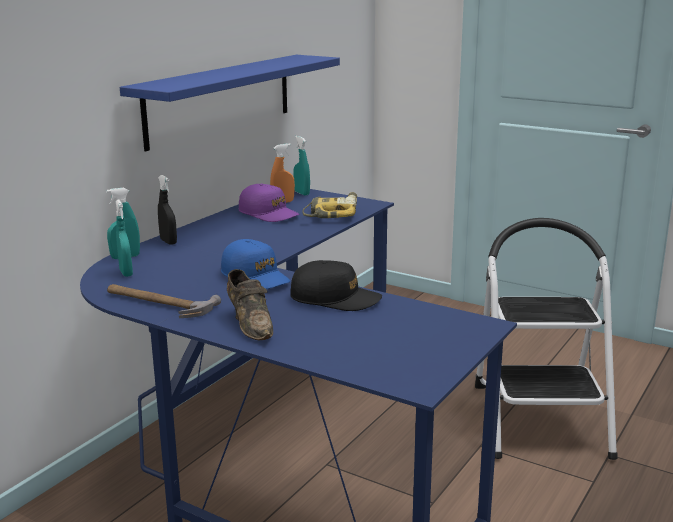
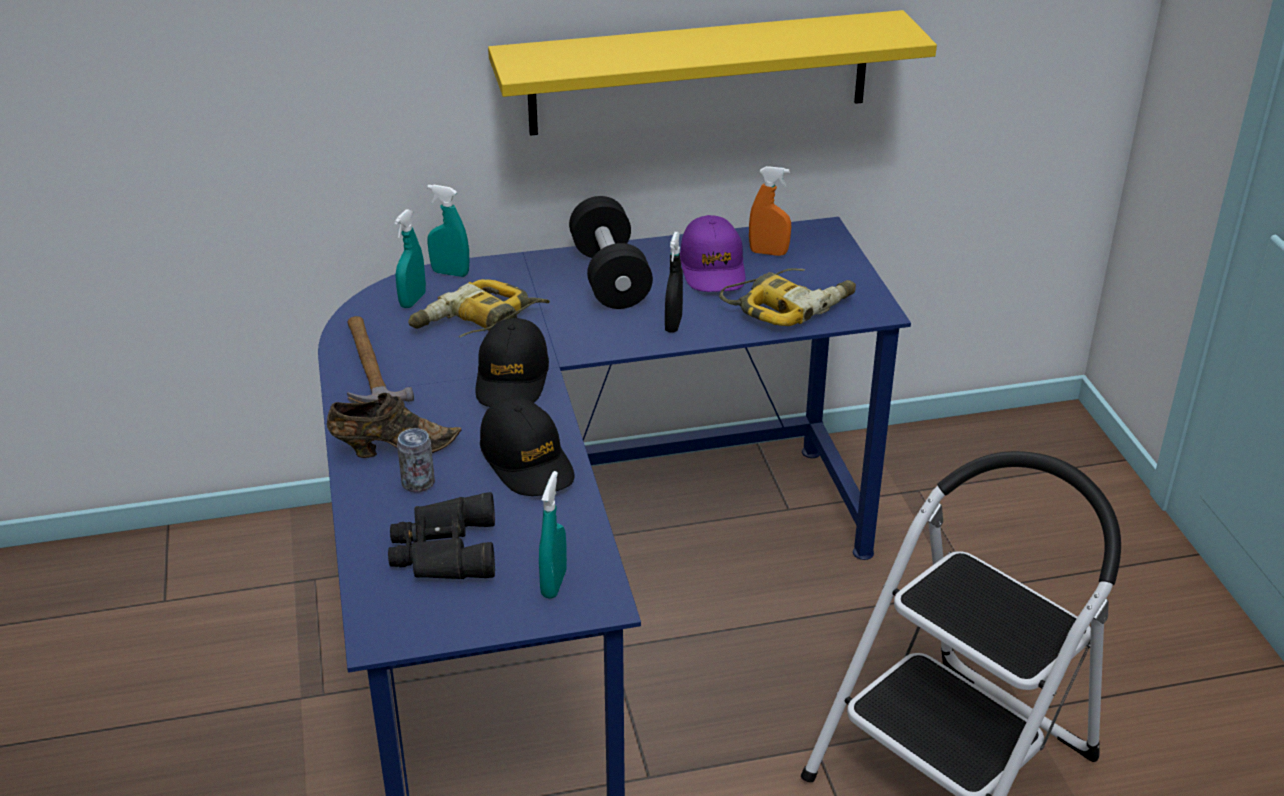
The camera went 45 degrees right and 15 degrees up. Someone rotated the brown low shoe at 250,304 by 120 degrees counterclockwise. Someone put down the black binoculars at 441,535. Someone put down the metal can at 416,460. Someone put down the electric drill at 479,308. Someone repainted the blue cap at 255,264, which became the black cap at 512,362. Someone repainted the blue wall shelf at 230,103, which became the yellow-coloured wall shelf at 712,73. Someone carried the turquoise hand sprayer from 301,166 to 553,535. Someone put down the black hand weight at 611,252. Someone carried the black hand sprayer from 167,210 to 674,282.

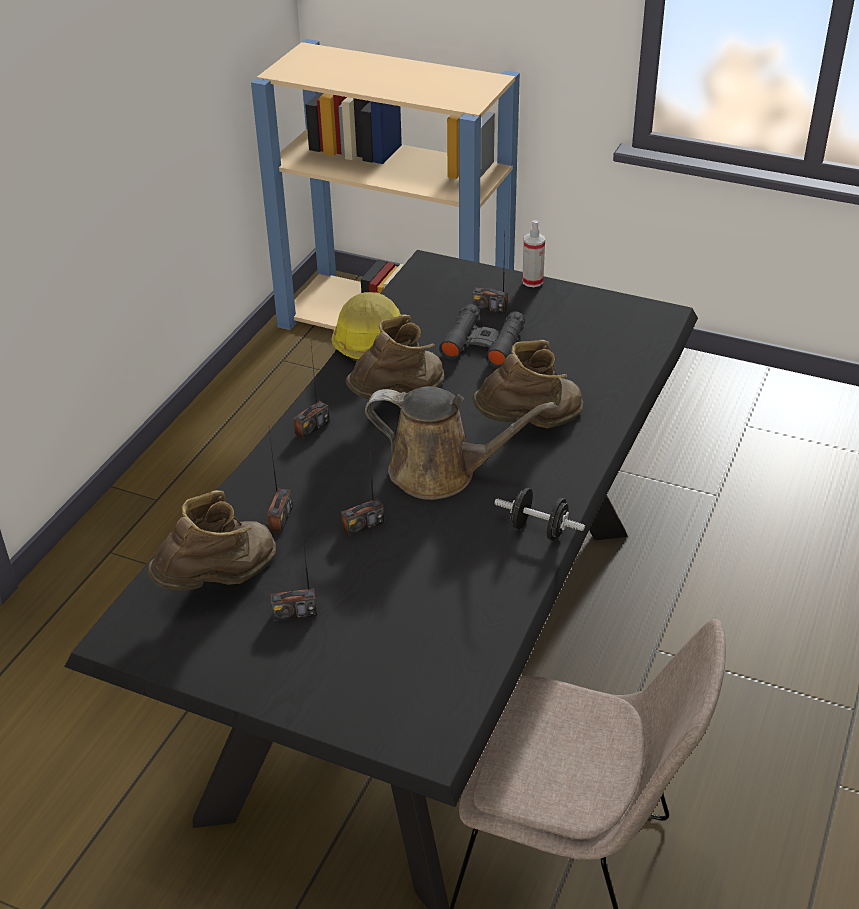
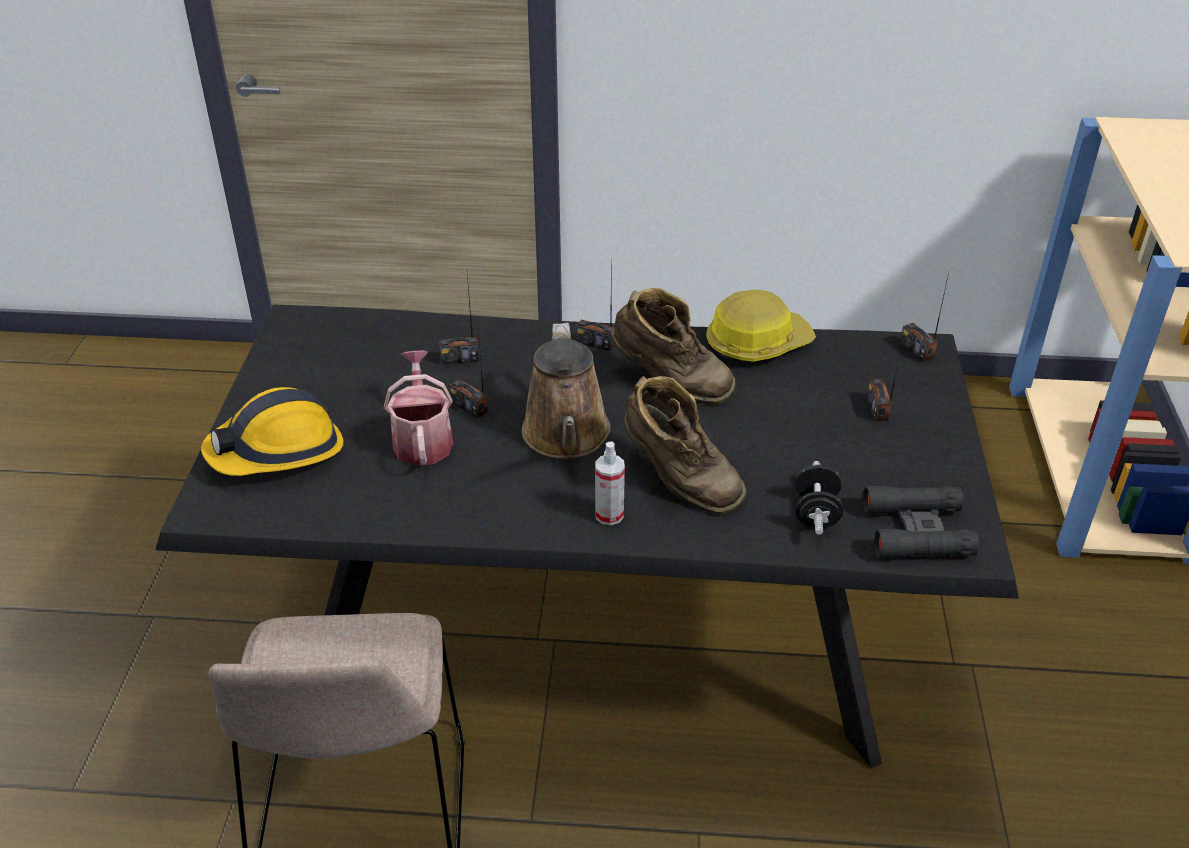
The camera went 70 degrees right and 0 degrees up. Someone put down the safety helmet at 272,431. Someone put down the watering can at 418,408. Someone carried the hand sprayer from 533,253 to 610,483. Someone carried the black hand weight from 539,514 to 819,498. Someone carried the black binoculars from 482,336 to 921,522. Someone carried the radio receiver from 294,571 to 924,317. Someone took away the brown tall boot at 211,540.

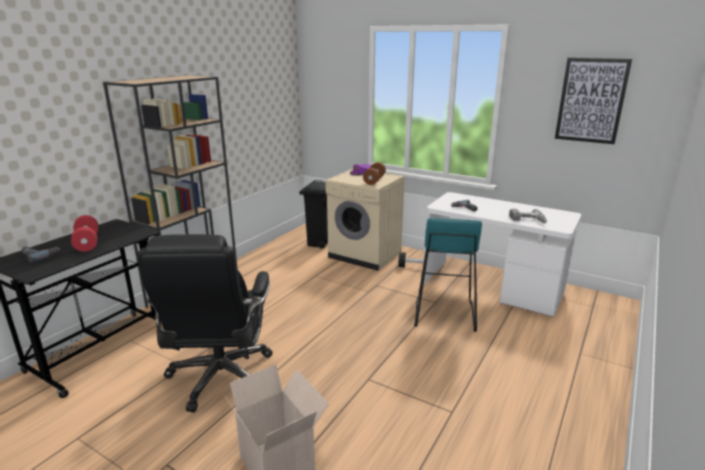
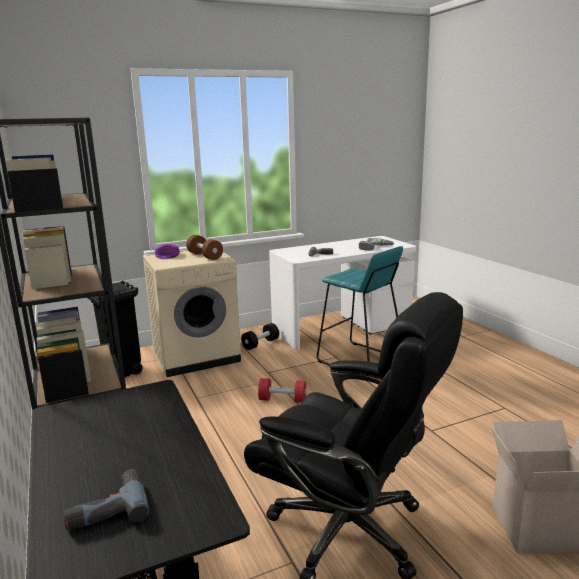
The camera went 55 degrees left and 5 degrees down. Someone carried the red hand weight from 84,233 to 282,390. Someone took away the picture at 593,101.

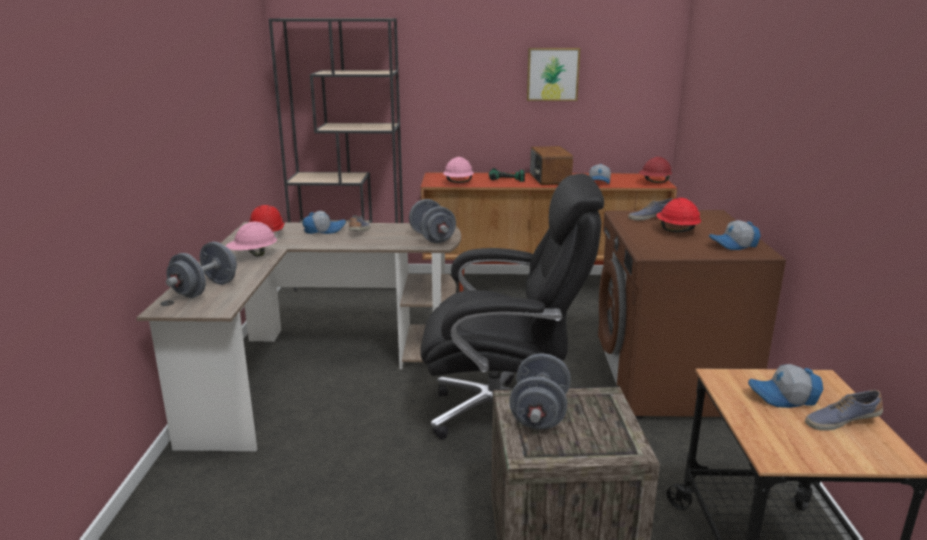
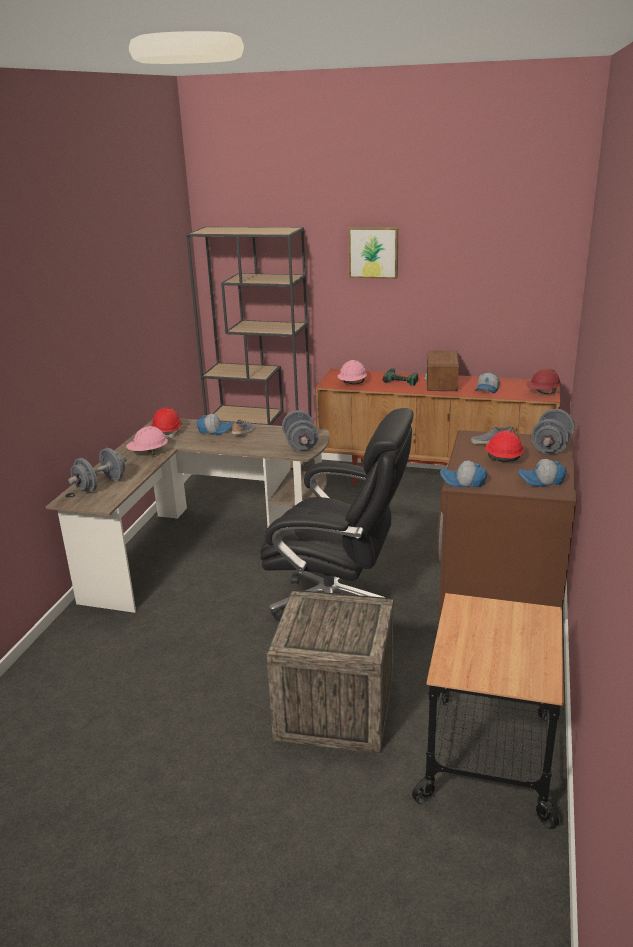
The camera went 15 degrees right and 5 degrees up. Someone carried the picture from 553,74 to 373,253. Someone carried the cap from 785,386 to 464,473. Someone carried the greyish hand weight from 540,392 to 553,431. Someone took away the low shoe at 844,410.

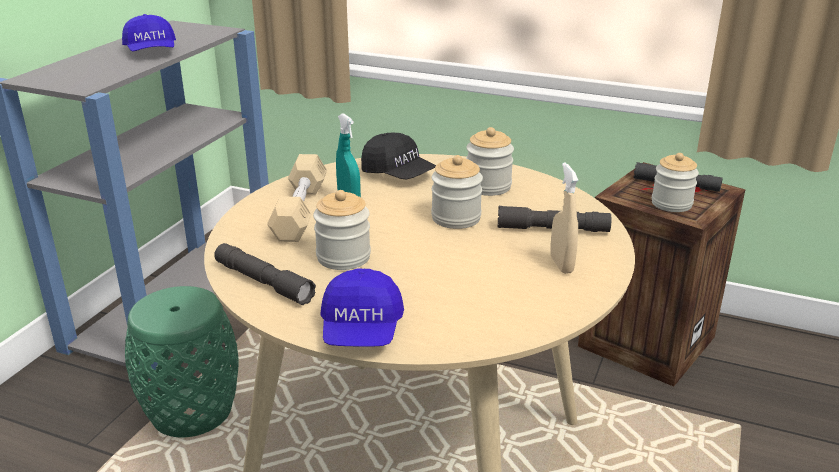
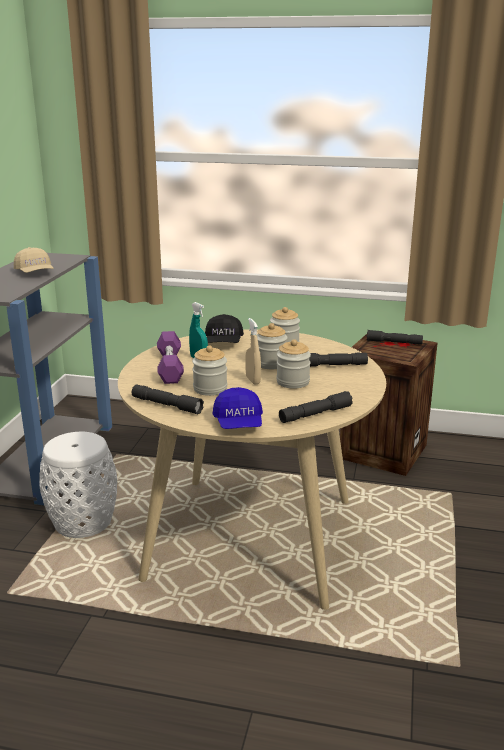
The camera went 10 degrees left and 5 degrees down. Someone repainted the blue cap at 149,32, which became the sand-coloured cap at 33,260. Someone repainted the green sitting stool at 181,361, which became the whitish sitting stool at 78,485. Someone repainted the sand-coloured hand weight at 297,198, which became the purple hand weight at 170,357. Someone rotated the black cap at 398,156 by 60 degrees clockwise. Someone carried the sand-coloured hand sprayer from 564,218 to 253,351. Someone carried the jar from 675,182 to 293,364. Someone put down the greyish hand torch at 316,407.

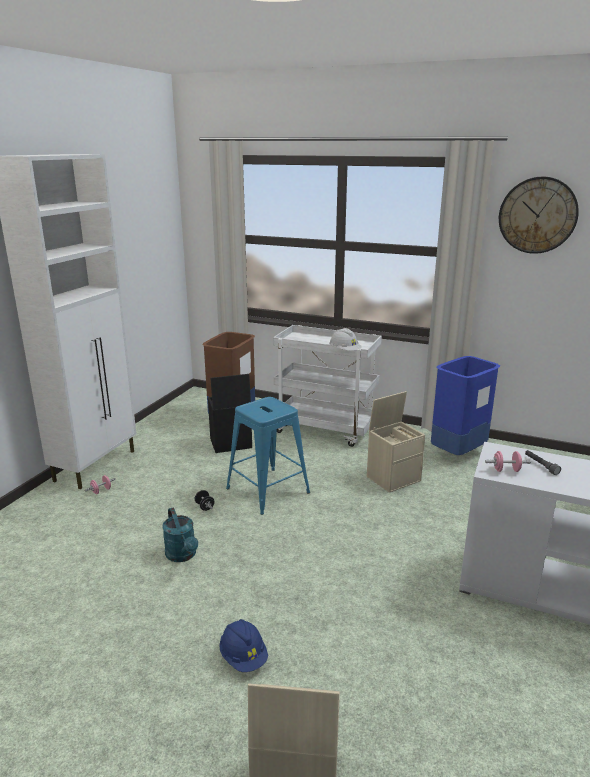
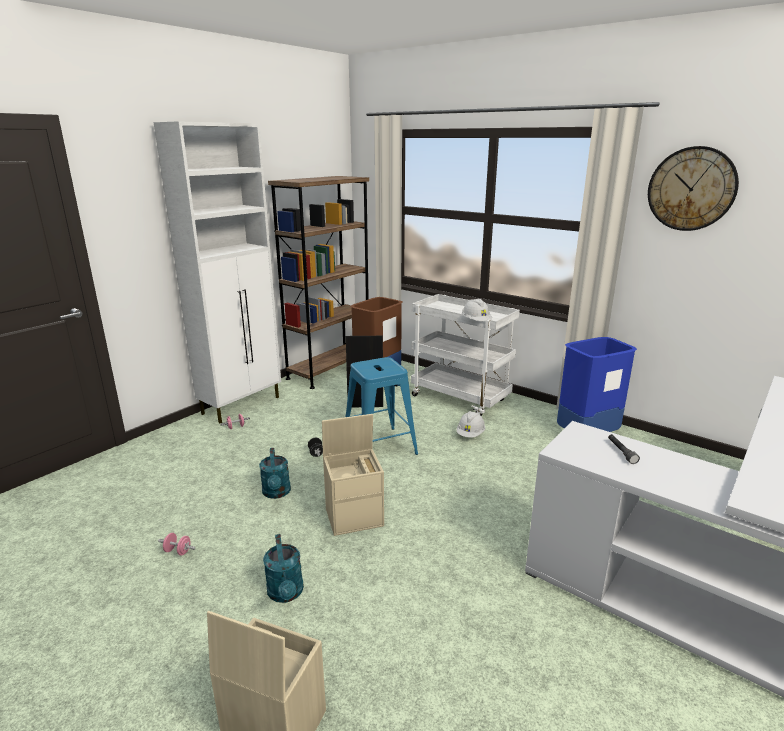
The camera went 15 degrees right and 0 degrees up. Someone carried the pink hand weight from 508,461 to 176,544. Someone swapped the blue safety helmet at 243,645 for the turquoise watering can at 283,568. Someone put down the brown bookcase at 318,282. Someone carried the sand-coloured storage box from 396,442 to 353,475. Someone put down the whitish safety helmet at 471,424.

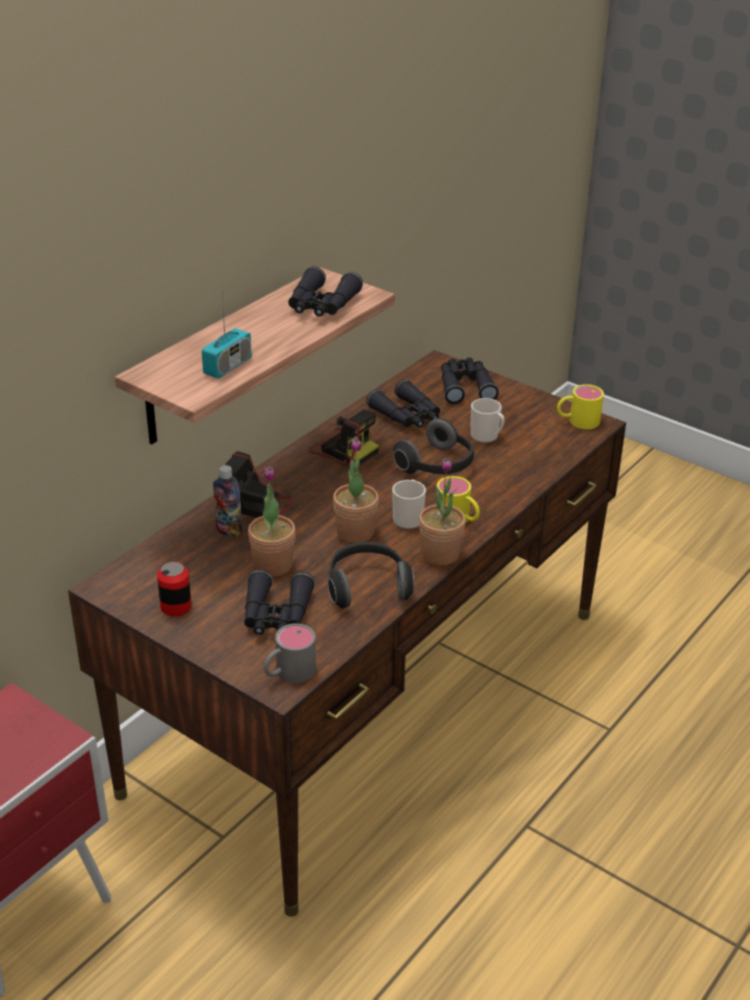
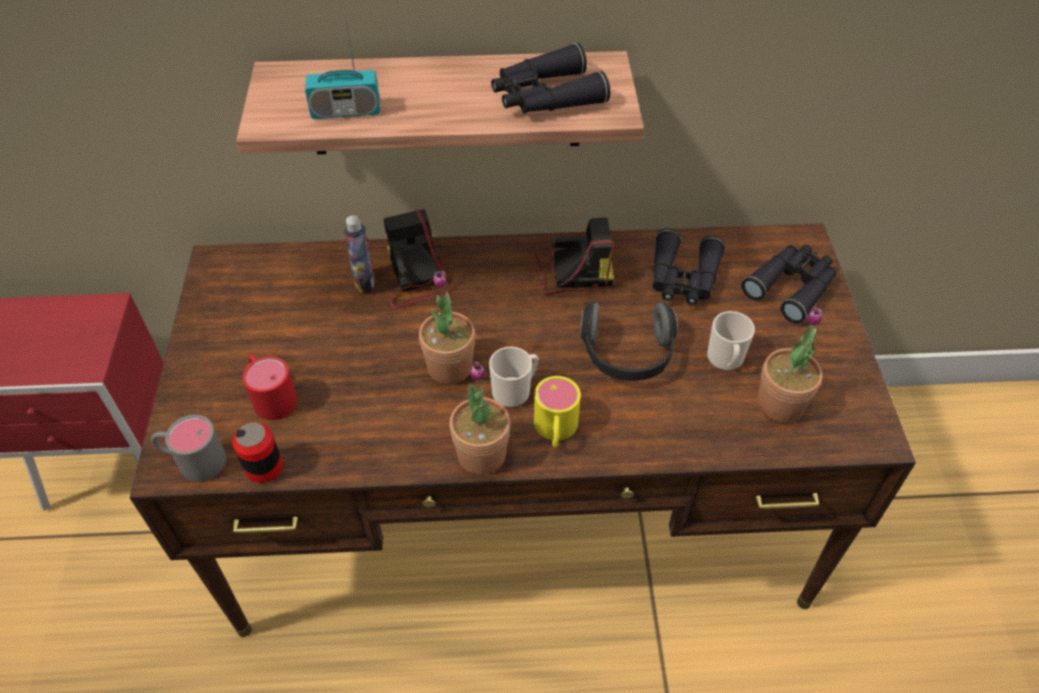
The camera went 50 degrees right and 15 degrees up. Someone carried the metal can from 174,589 to 257,452. Someone swapped the black binoculars at 279,602 for the red coffee mug at 270,387. Someone rotated the still camera at 344,438 by 90 degrees counterclockwise. Someone carried the houseplant from 271,521 to 790,365. Someone took away the pair of headphones at 371,575. Someone took away the yellow-coloured coffee mug at 580,406.

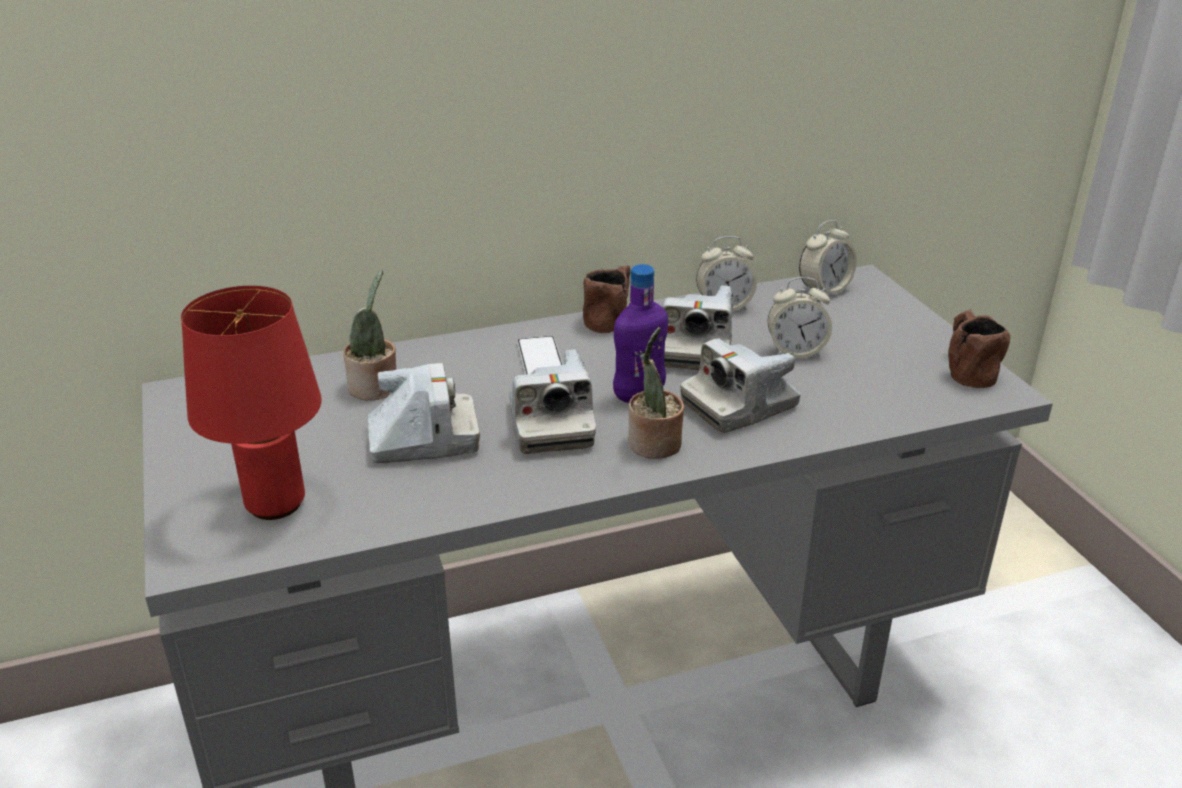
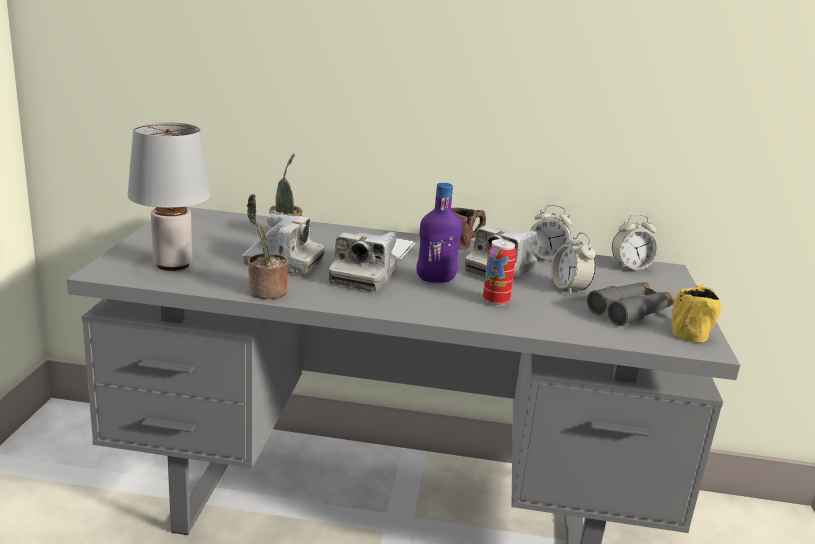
The camera went 25 degrees right and 10 degrees down. Someone repainted the red table lamp at 251,403, which became the greyish table lamp at 169,196. Someone carried the houseplant from 656,393 to 267,246. Someone swapped the still camera at 740,385 for the metal can at 499,272. Someone rotated the alarm clock at 800,317 by 45 degrees clockwise. Someone put down the greyish binoculars at 632,304. Someone repainted the brown coffee mug at 979,349, which became the yellow-coloured coffee mug at 696,313.

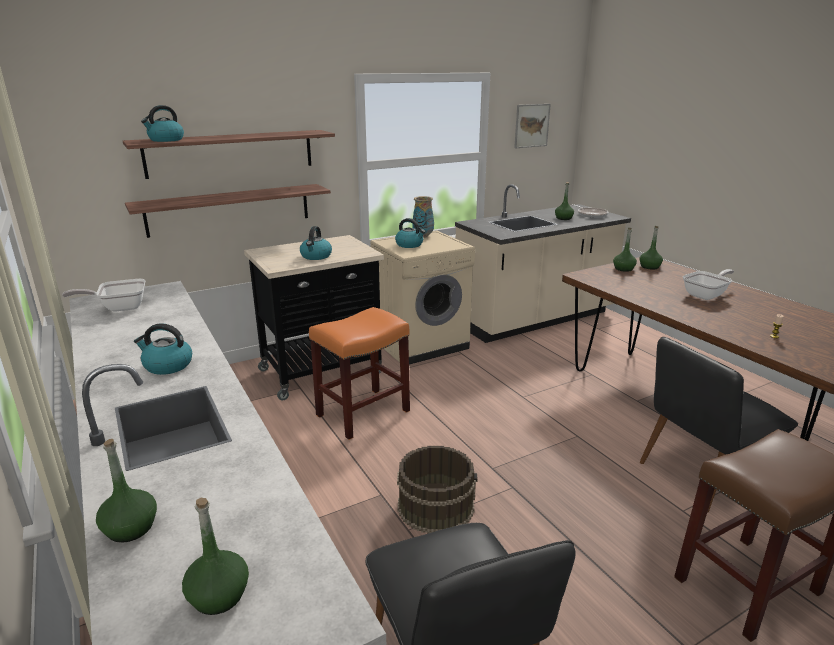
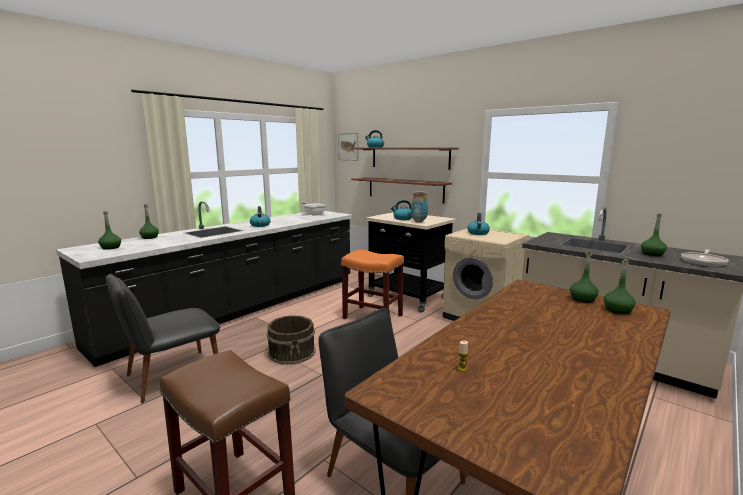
The camera went 70 degrees right and 10 degrees down. Someone carried the picture from 532,126 to 348,147. Someone carried the vase from 423,217 to 419,207. Someone took away the pan at 708,284.

